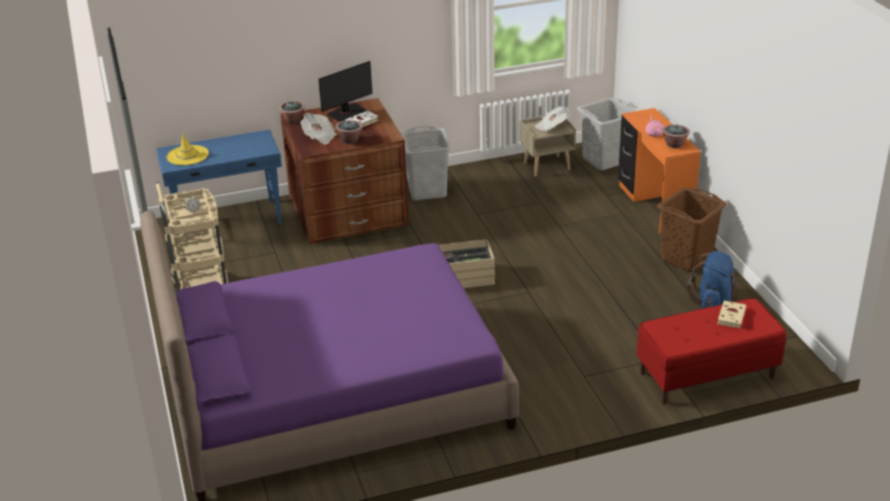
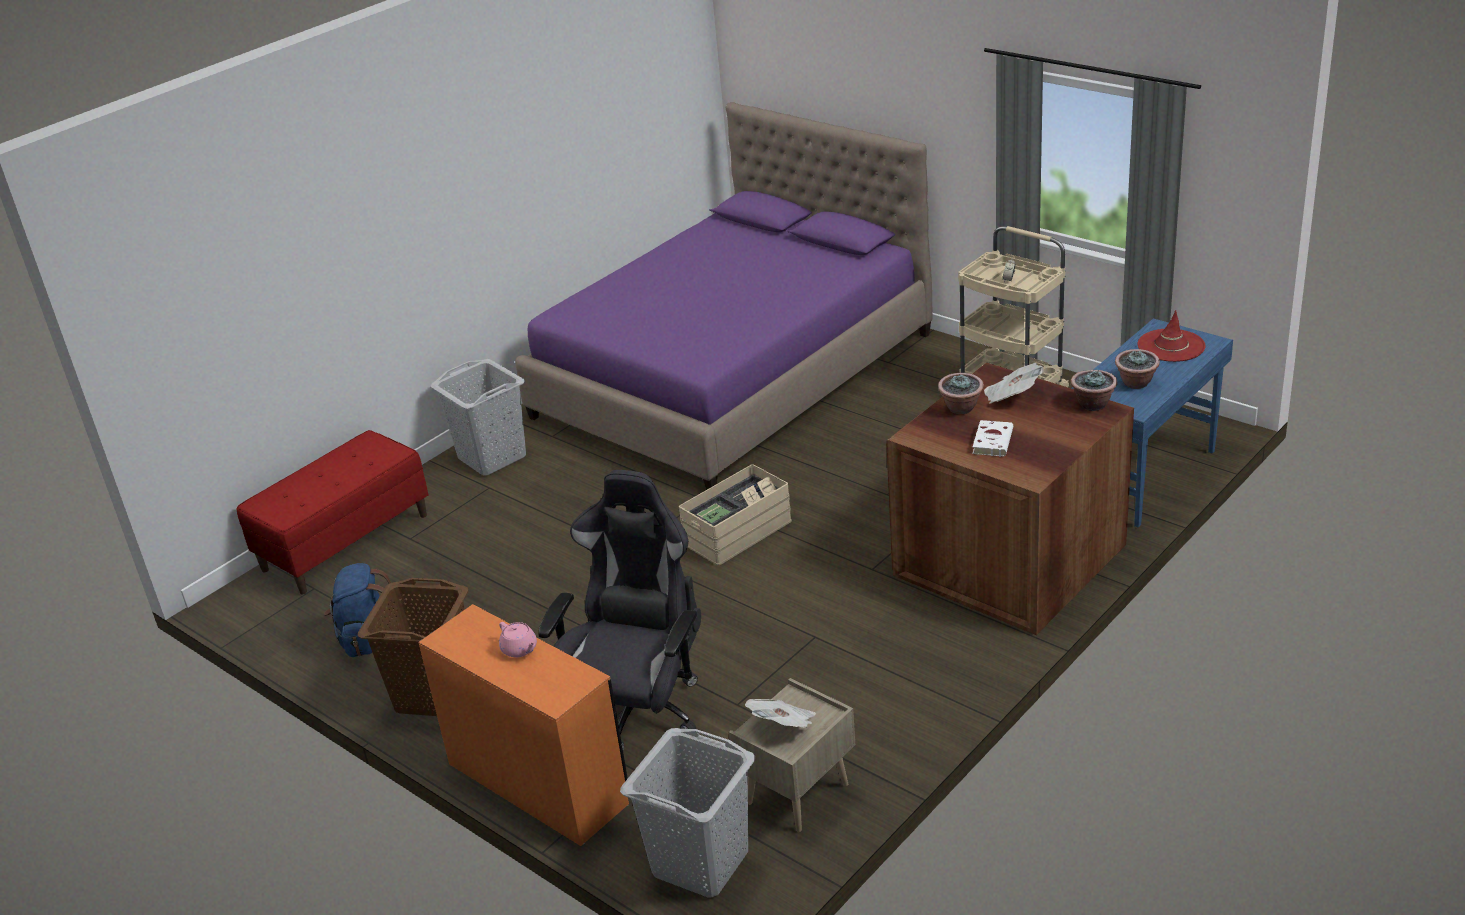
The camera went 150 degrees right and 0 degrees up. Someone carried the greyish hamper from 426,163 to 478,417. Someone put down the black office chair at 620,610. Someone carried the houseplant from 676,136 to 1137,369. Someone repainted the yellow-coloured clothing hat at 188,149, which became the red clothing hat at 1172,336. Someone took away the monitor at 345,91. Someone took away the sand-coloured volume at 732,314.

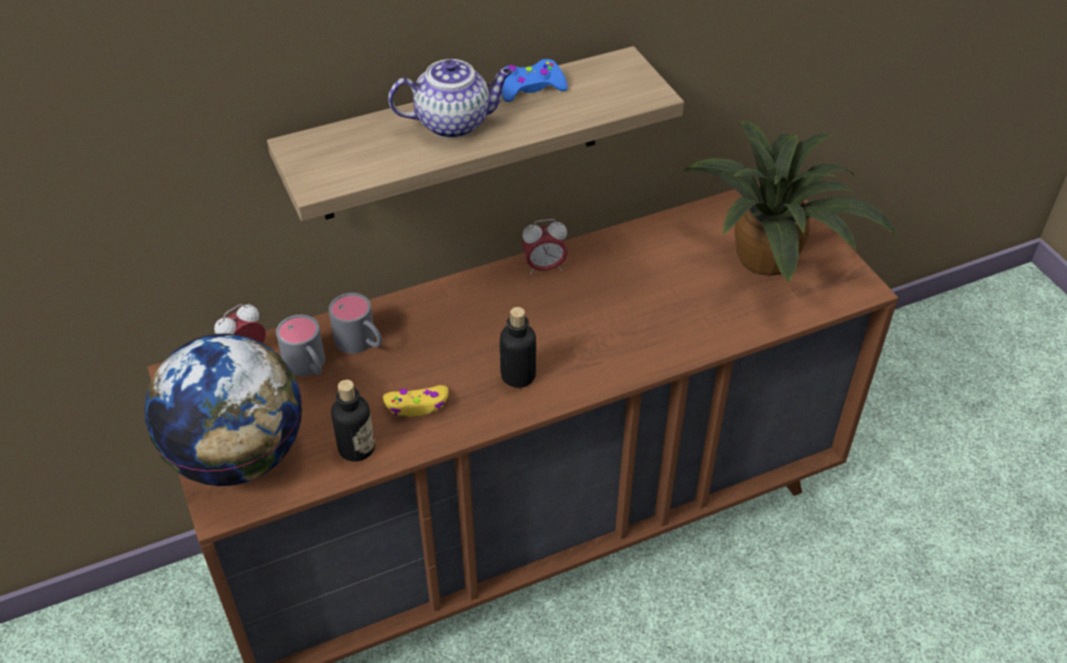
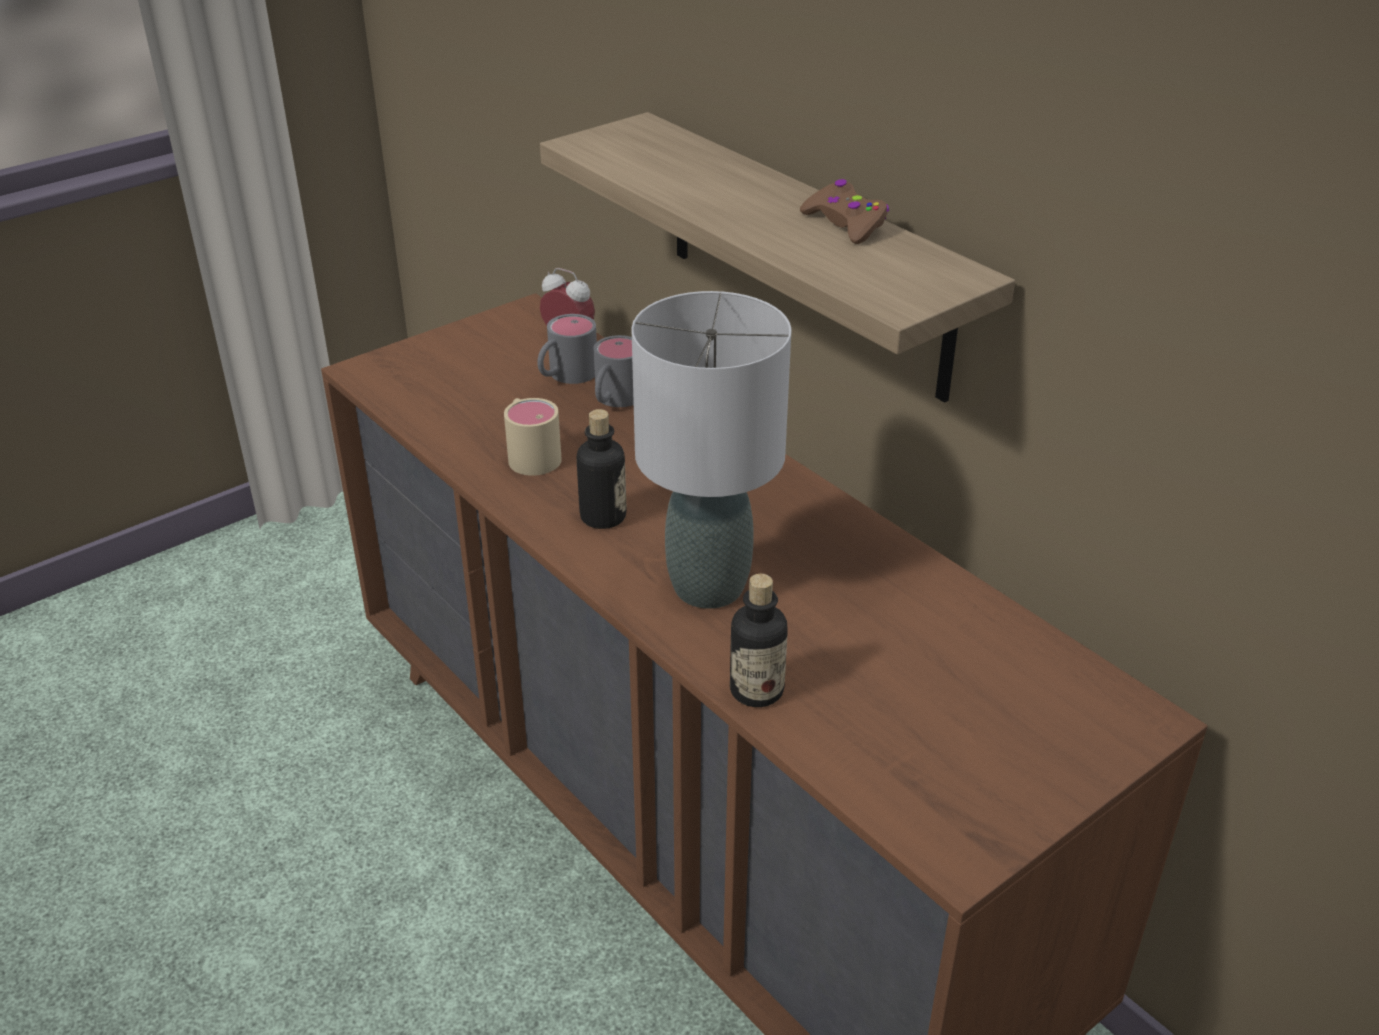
The camera went 75 degrees right and 10 degrees down. Someone swapped the yellow-coloured game controller at 416,401 for the sand-coloured coffee mug at 533,437. Someone put down the greyish table lamp at 711,450. Someone carried the bottle from 353,421 to 759,640. Someone repainted the blue game controller at 535,80, which became the brown game controller at 844,211. Someone took away the world globe at 223,410. Someone took away the teapot at 450,98. Someone took away the alarm clock at 545,246. Someone took away the houseplant at 789,202.

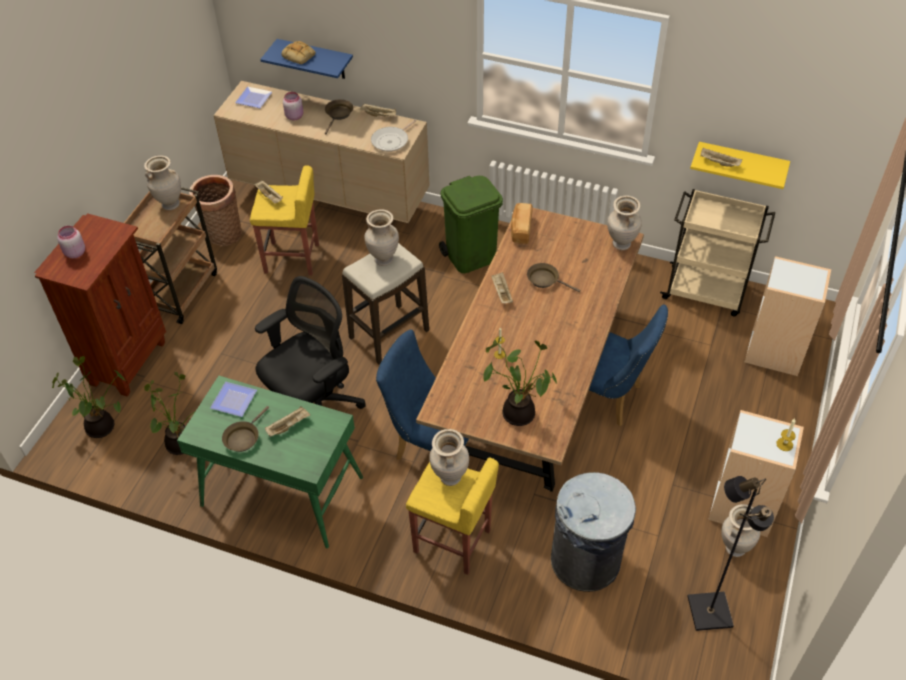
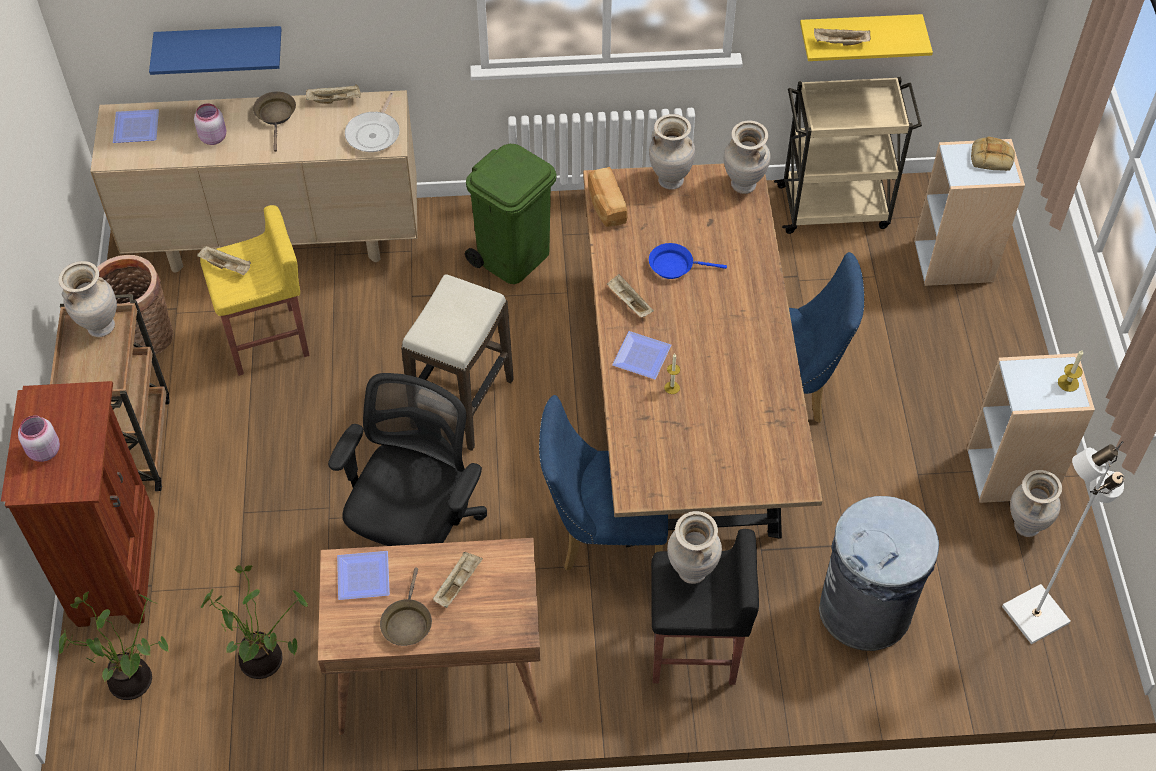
The camera went 25 degrees left and 5 degrees up. Someone repainted the green desk unit at 270,462, which became the brown desk unit at 430,636. Someone put down the flat dish at 641,355. Someone carried the sand-coloured vase from 381,237 to 672,152. Someone repainted the brown pan at 553,277, which became the blue pan at 688,261. Someone repainted the yellow-coloured sitting stool at 452,516, which became the black sitting stool at 705,607. Someone carried the bakery bread from 298,53 to 993,154. Someone repainted the black standard lamp at 730,553, which became the whitish standard lamp at 1063,542. Someone took away the houseplant at 520,381.

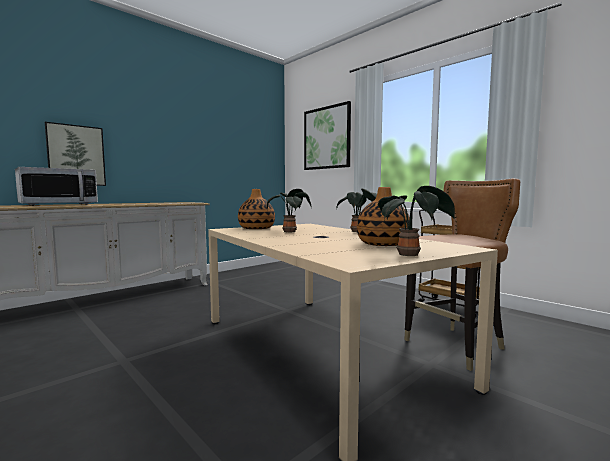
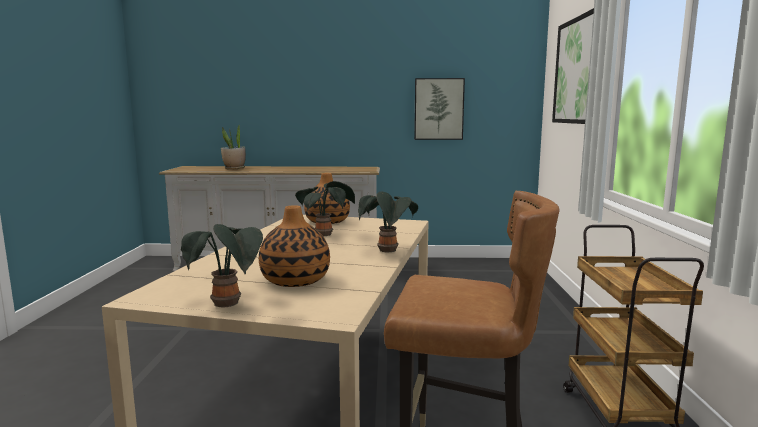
The camera went 45 degrees right and 5 degrees up. Someone swapped the microwave oven at 56,186 for the houseplant at 233,147. Someone carried the picture from 75,154 to 439,109.

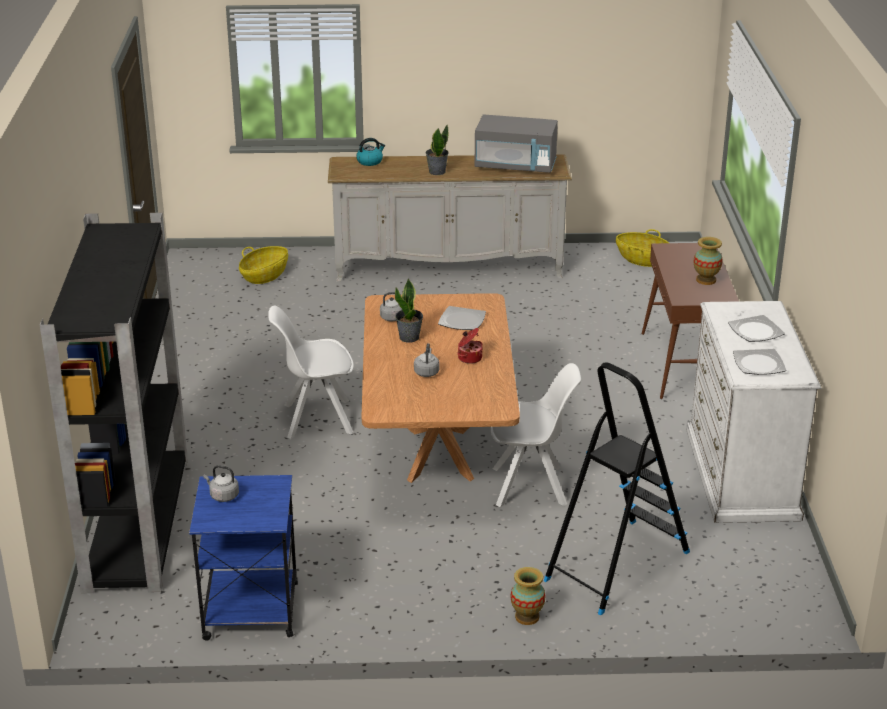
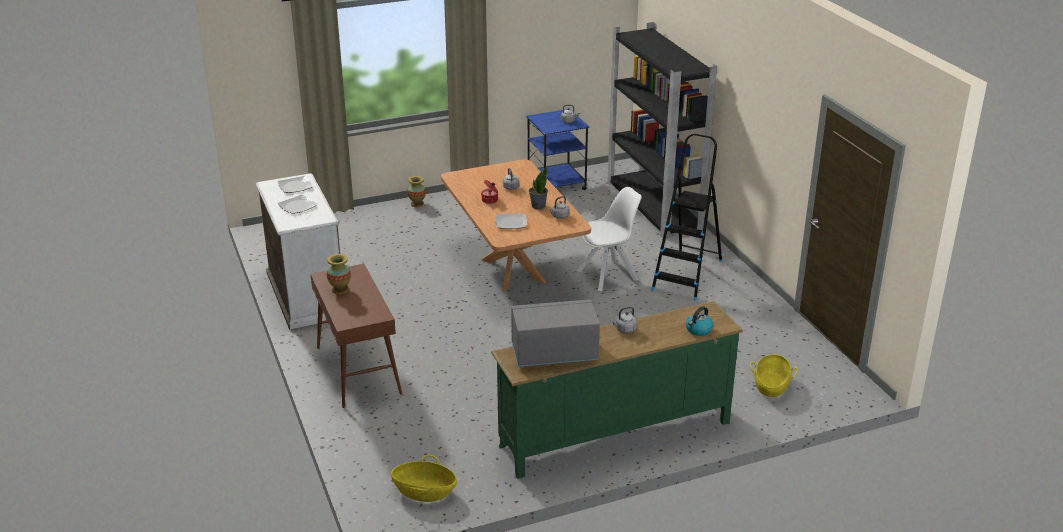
The camera went 160 degrees right and 0 degrees up. Someone repainted the greyish cabinet at 450,217, which became the green cabinet at 617,390. Someone swapped the houseplant at 437,149 for the greyish kettle at 623,320. Someone carried the black stepladder from 617,488 to 686,217. Someone took away the whitish chair at 536,435.

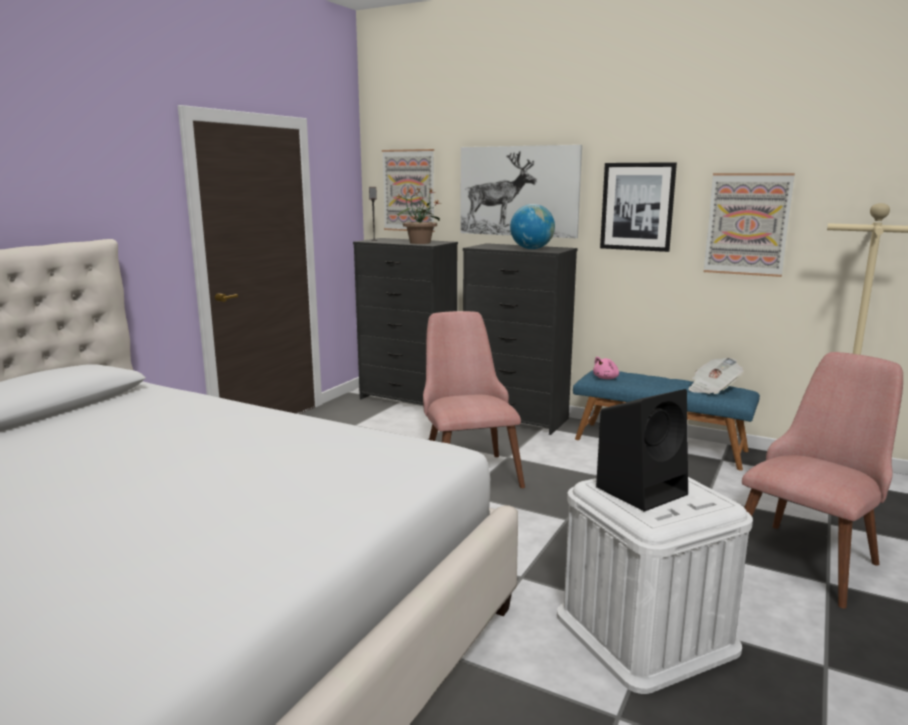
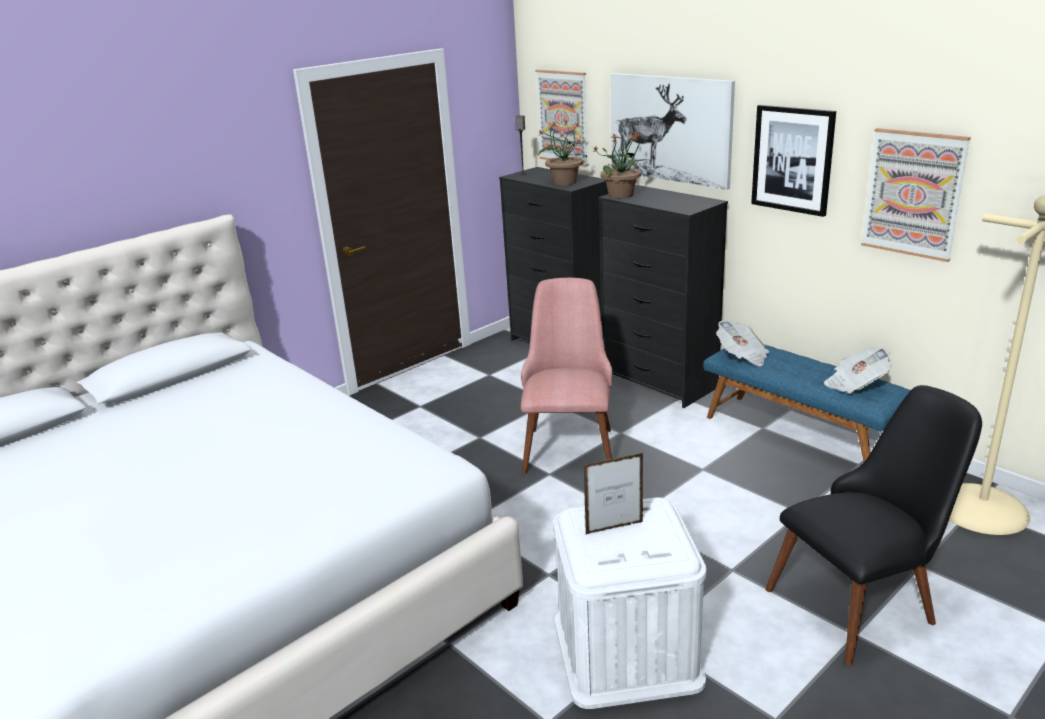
The camera went 20 degrees right and 10 degrees up. Someone swapped the black loudspeaker at 642,450 for the standing frame at 613,493. Someone put down the houseplant at 622,165. Someone swapped the pink cuddly toy at 606,368 for the newspaper at 742,343. Someone repainted the pink chair at 822,480, which became the black chair at 874,525. Someone took away the world globe at 532,226.

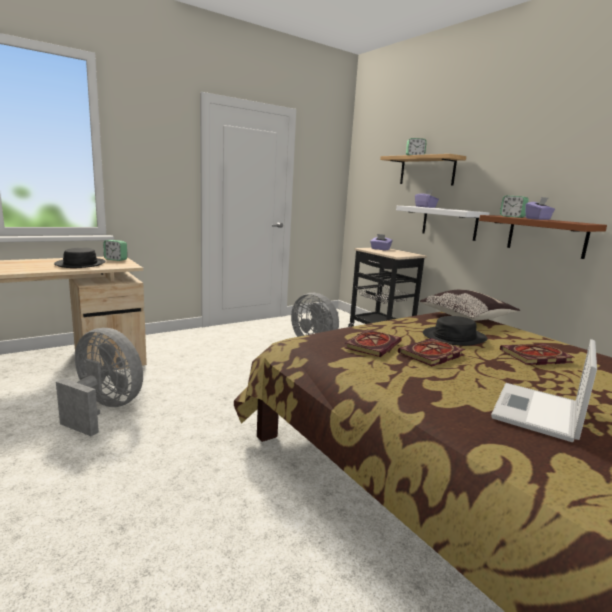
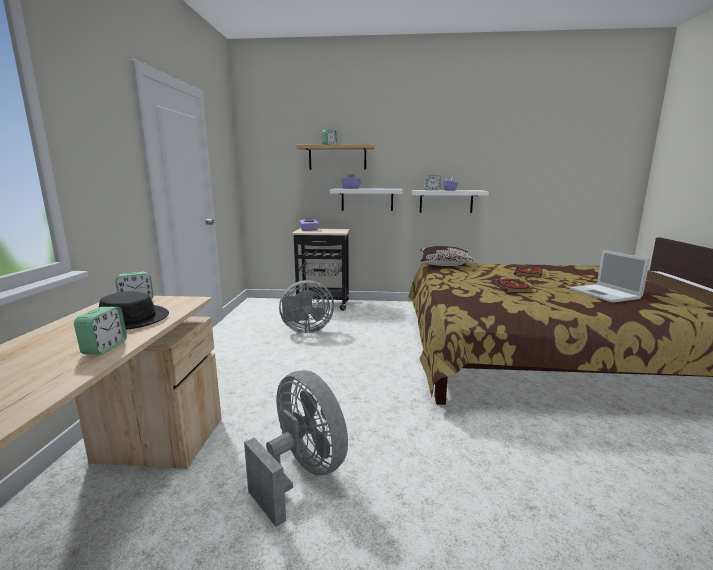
The camera went 50 degrees left and 0 degrees up. Someone put down the alarm clock at 100,331. Someone rotated the greyish electric fan at 99,382 by 75 degrees clockwise. Someone repainted the brown wall shelf at 543,237, which became the whitish wall shelf at 450,201. Someone took away the volume at 372,343. Someone took away the black clothing hat at 455,331.

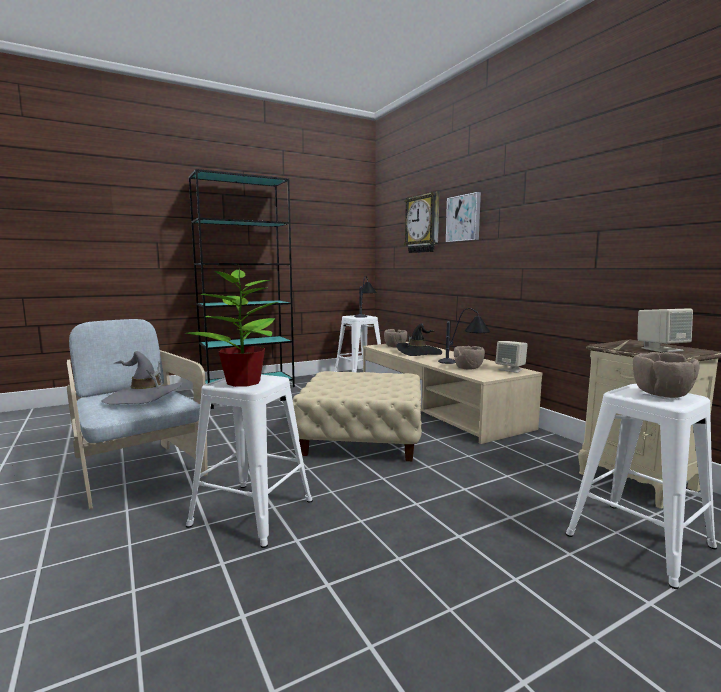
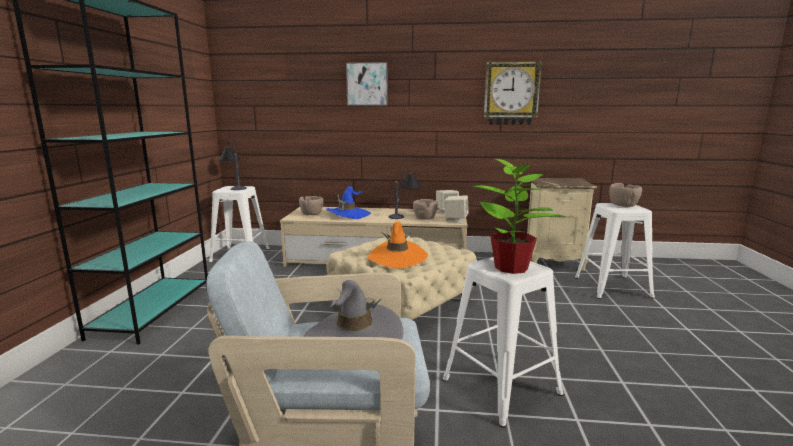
The camera went 55 degrees left and 5 degrees up. Someone repainted the black clothing hat at 419,339, which became the blue clothing hat at 349,202. Someone put down the orange clothing hat at 398,245. Someone carried the sand-coloured loudspeaker from 665,330 to 457,209. Someone carried the hanging clock from 422,222 to 513,93.

